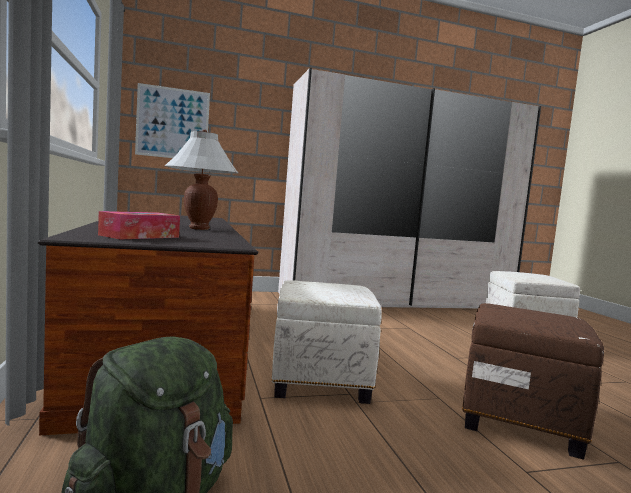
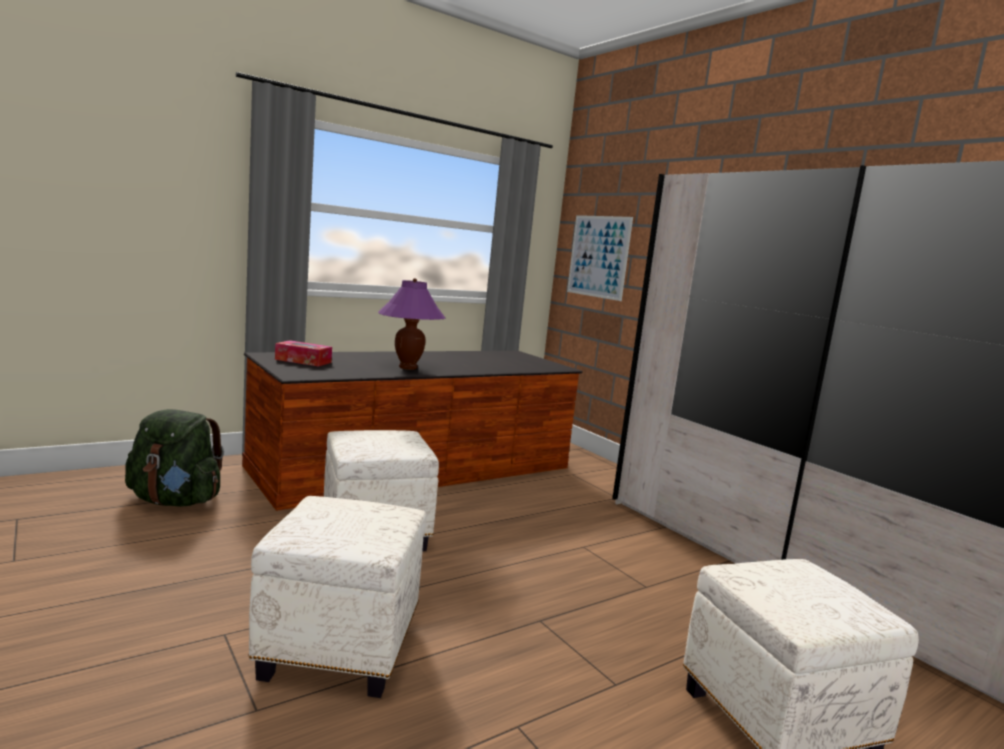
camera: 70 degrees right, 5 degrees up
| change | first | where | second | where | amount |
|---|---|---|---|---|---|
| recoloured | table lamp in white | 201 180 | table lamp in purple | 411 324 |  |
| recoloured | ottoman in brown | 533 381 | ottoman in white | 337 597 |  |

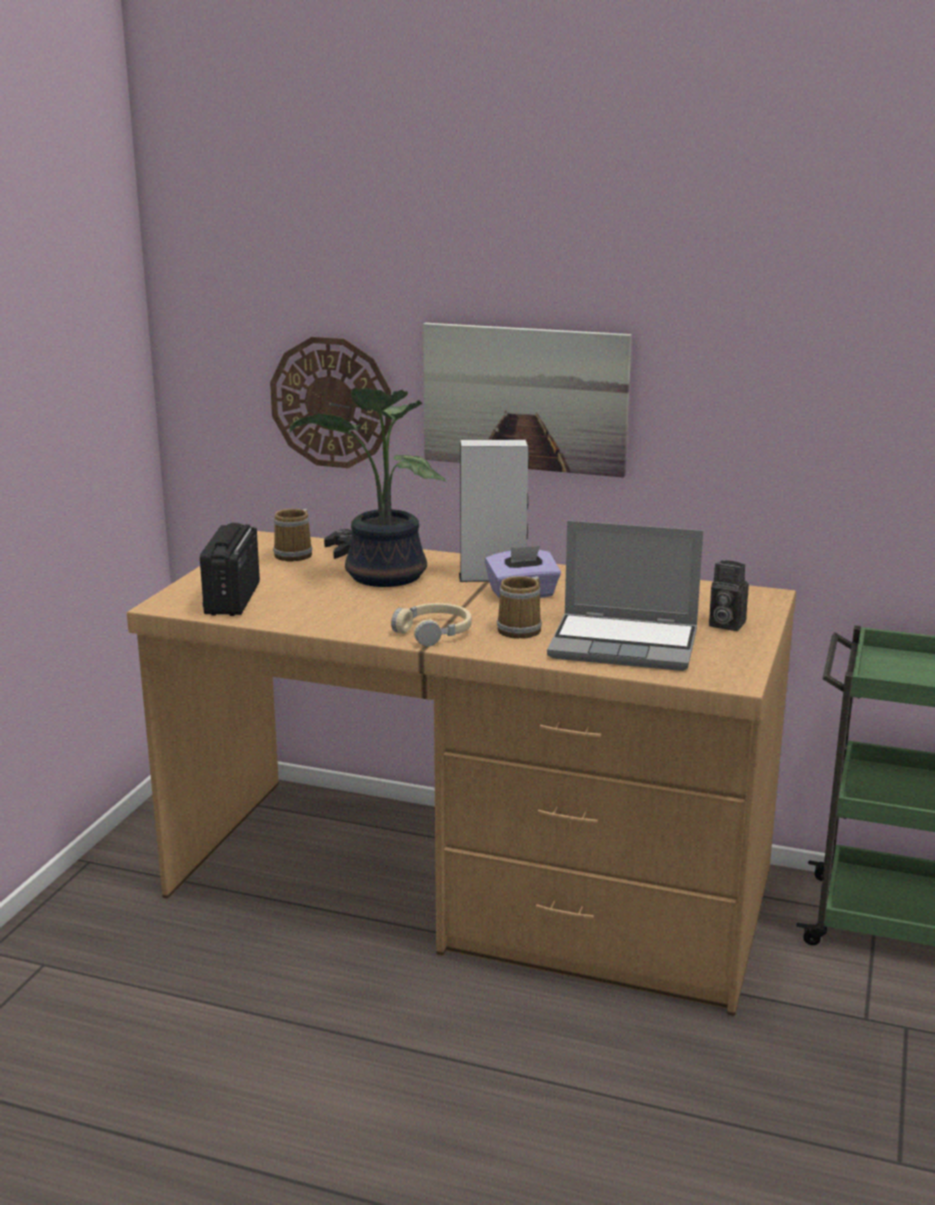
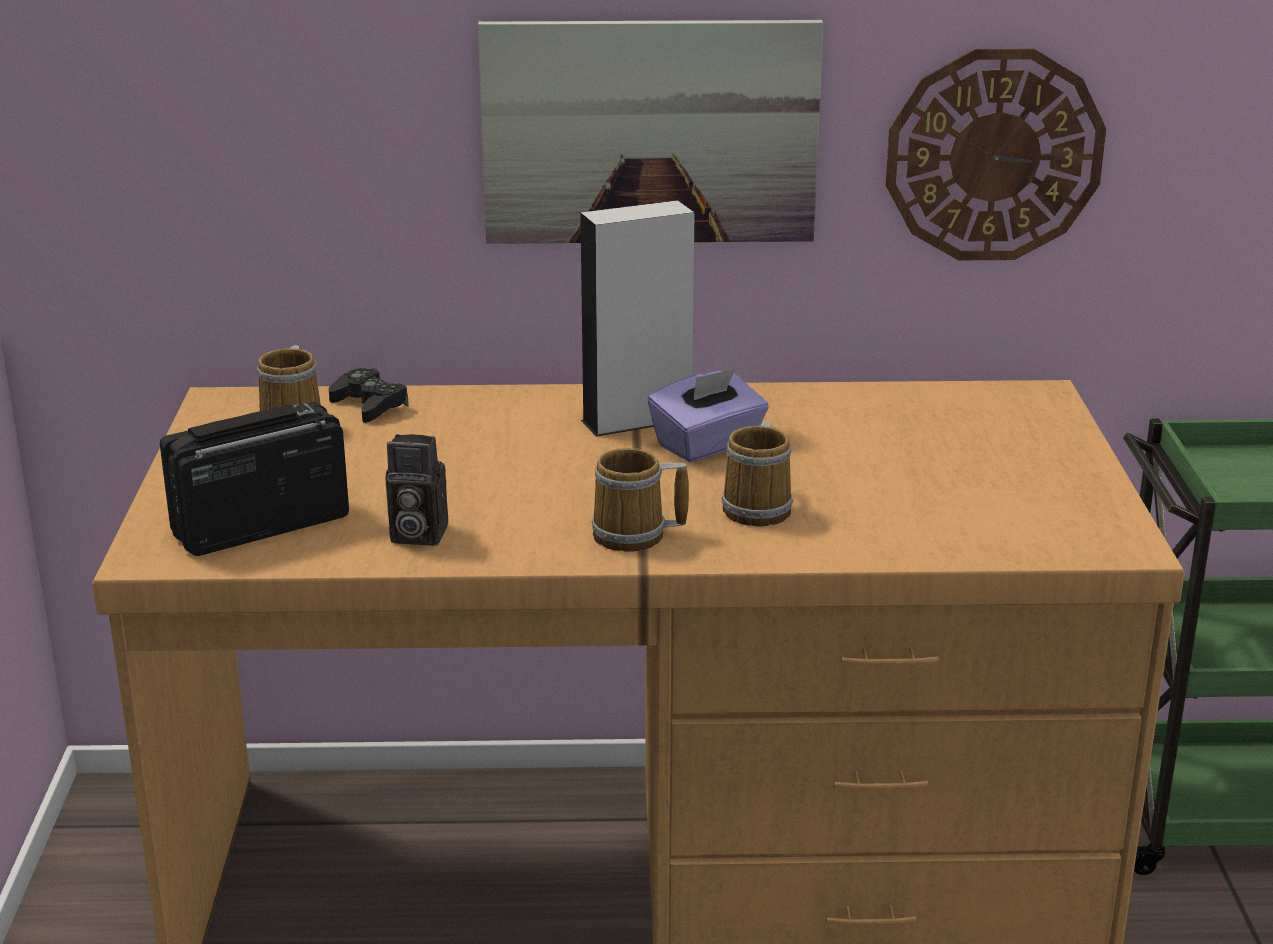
camera: 20 degrees left, 5 degrees up
| change | first | where | second | where | amount |
|---|---|---|---|---|---|
| turned | radio | 230 569 |  | 254 479 | 75 degrees clockwise |
| moved | wall clock | 331 402 |  | 996 154 |  |
| removed | potted plant | 367 487 |  |  |  |
| replaced | headphones in beige | 431 624 | mug | 640 500 |  |
| removed | laptop | 625 595 |  |  |  |
| moved | photo camera | 729 596 |  | 416 490 |  |

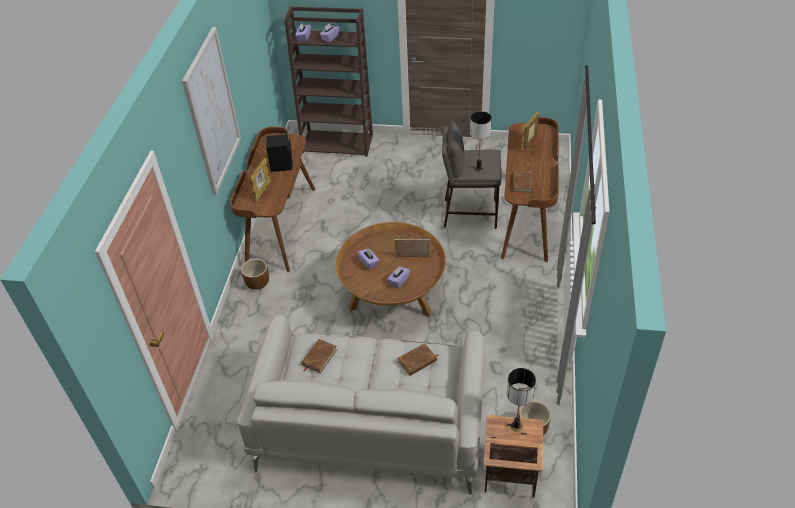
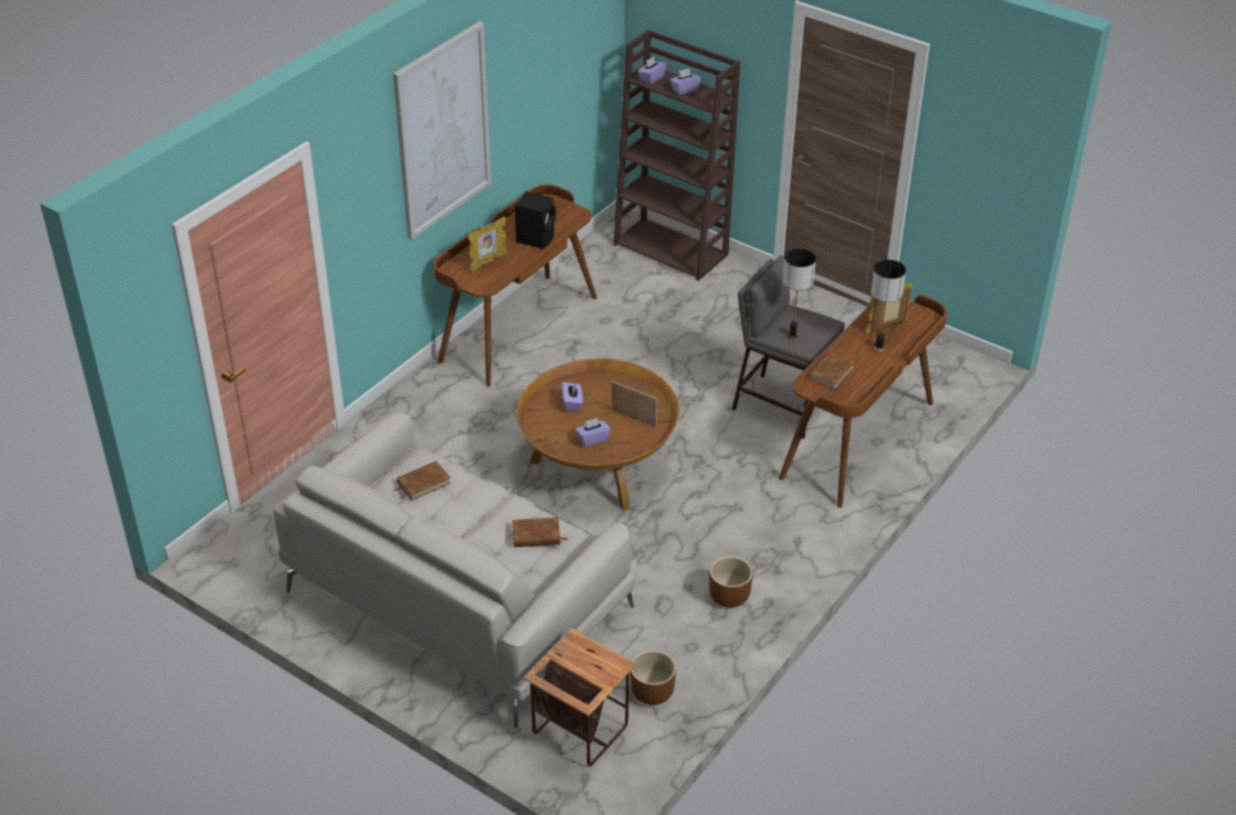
camera: 25 degrees right, 5 degrees down
| change | first | where | second | where | amount |
|---|---|---|---|---|---|
| moved | planter in brown | 255 274 |  | 731 582 |  |
| moved | table lamp | 521 400 |  | 888 306 |  |

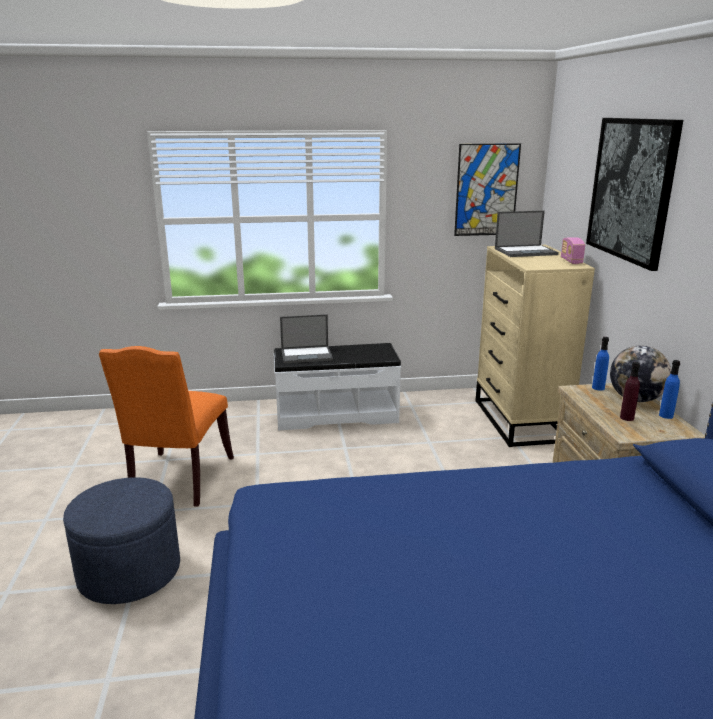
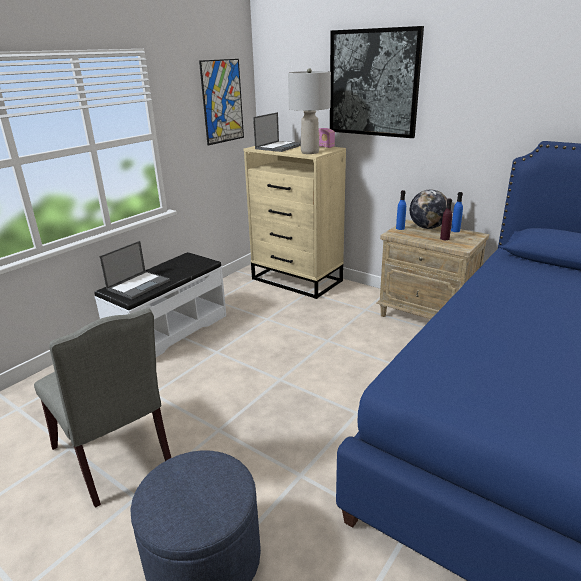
camera: 45 degrees left, 5 degrees up
| change | first | where | second | where | amount |
|---|---|---|---|---|---|
| recoloured | chair in orange | 166 426 | chair in grey | 102 408 |  |
| added |  |  | table lamp in grey | 309 111 |  |

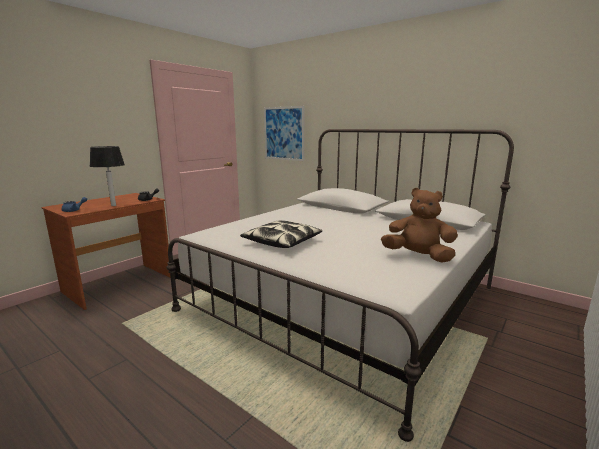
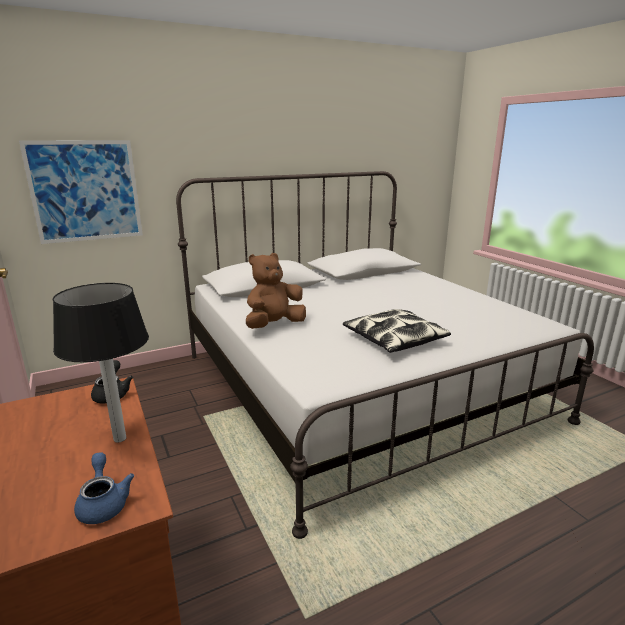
camera: 65 degrees left, 5 degrees up
| change | first | where | second | where | amount |
|---|---|---|---|---|---|
| moved | plush toy in brown | 419 225 |  | 276 291 |  |

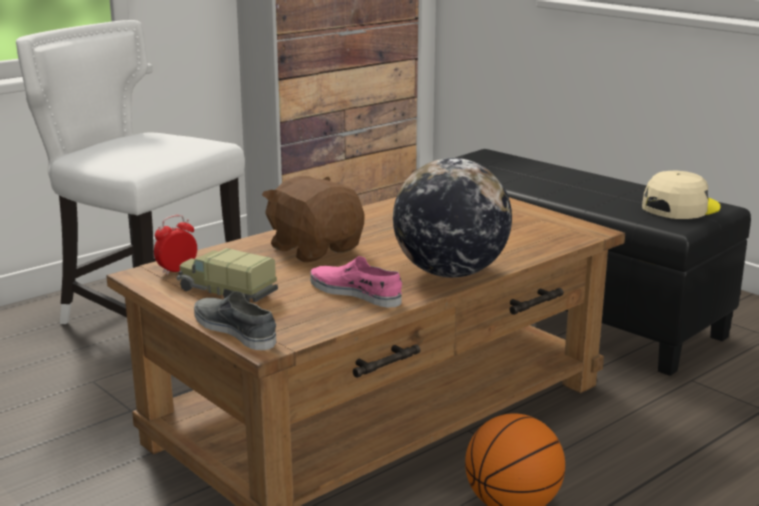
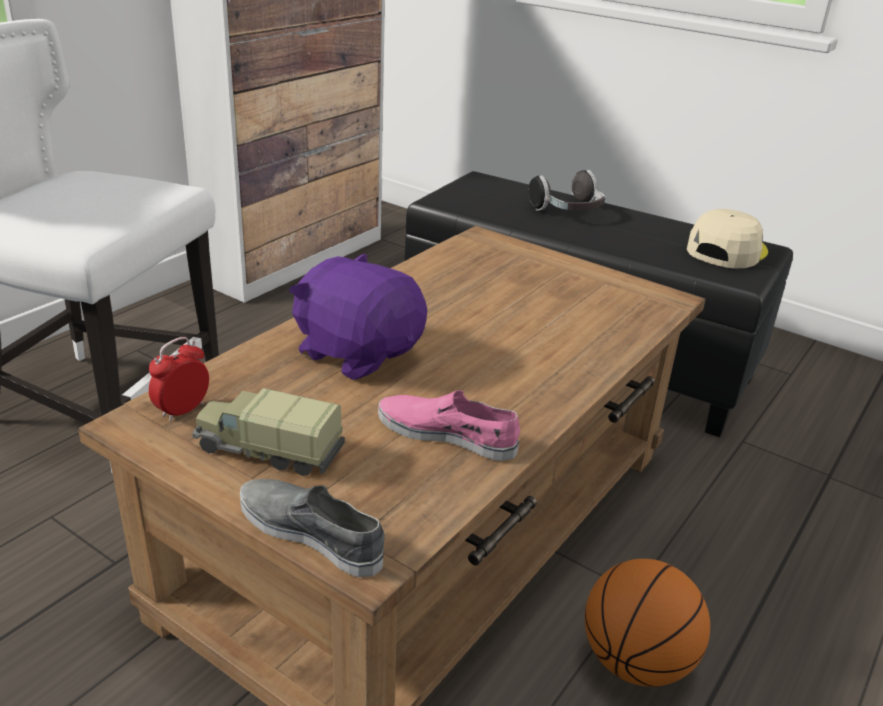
camera: 15 degrees left, 10 degrees up
| change | first | where | second | where | amount |
|---|---|---|---|---|---|
| recoloured | plush toy in brown | 313 219 | plush toy in purple | 358 316 |  |
| removed | globe | 452 218 |  |  |  |
| added |  |  | headphones | 567 190 |  |

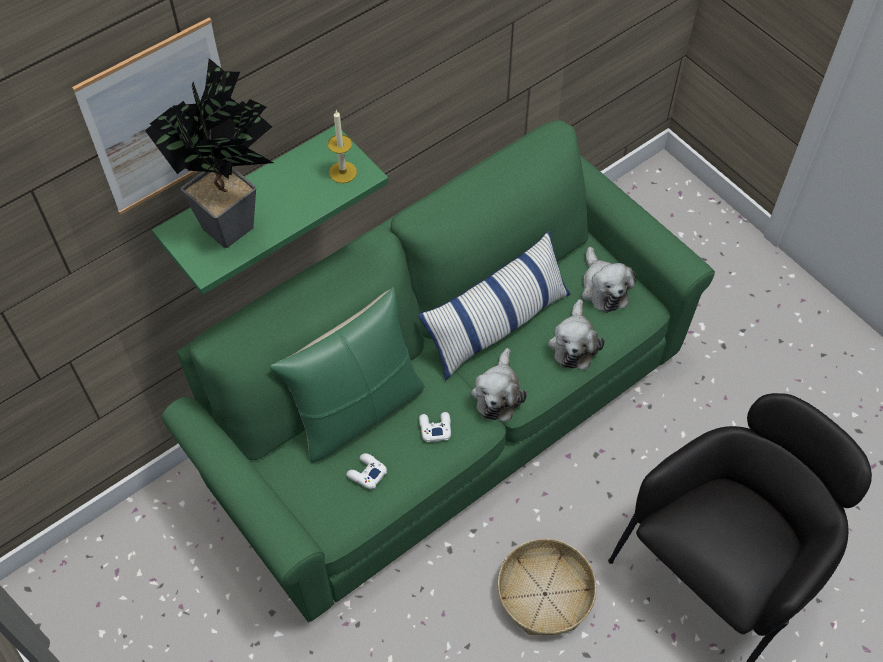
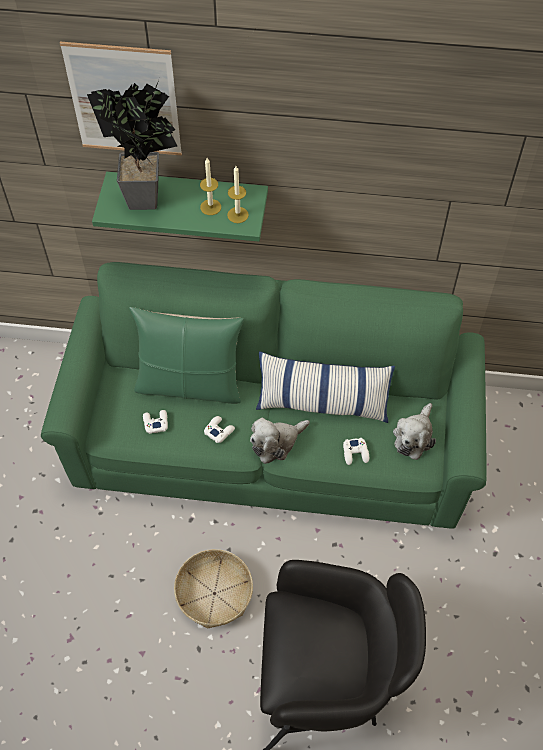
camera: 45 degrees right, 0 degrees up
| change | first | where | second | where | amount |
|---|---|---|---|---|---|
| replaced | plush toy | 576 334 | game controller in white | 356 451 |  |
| added |  |  | candle | 210 186 |  |

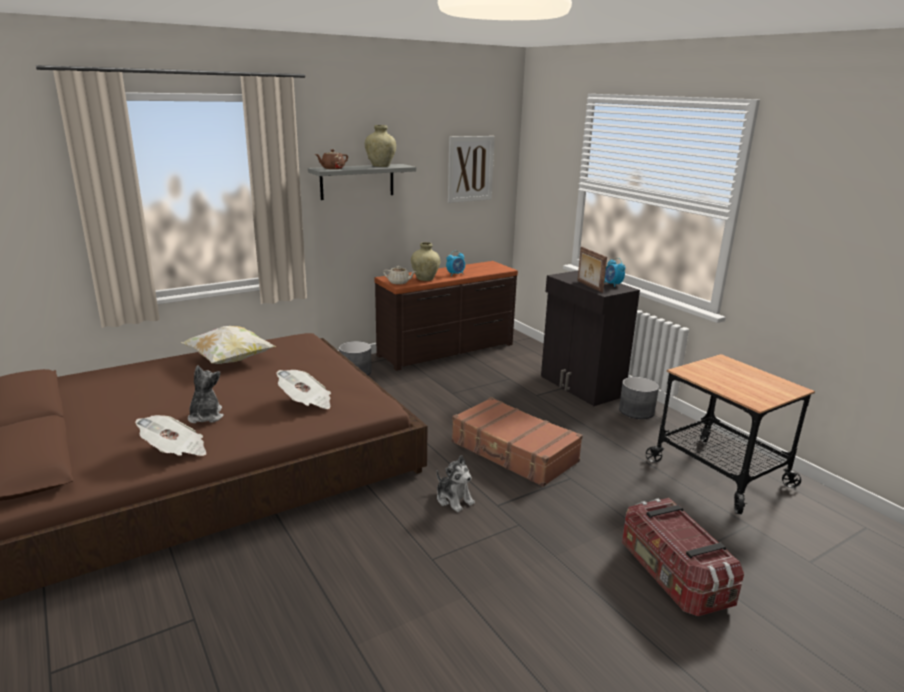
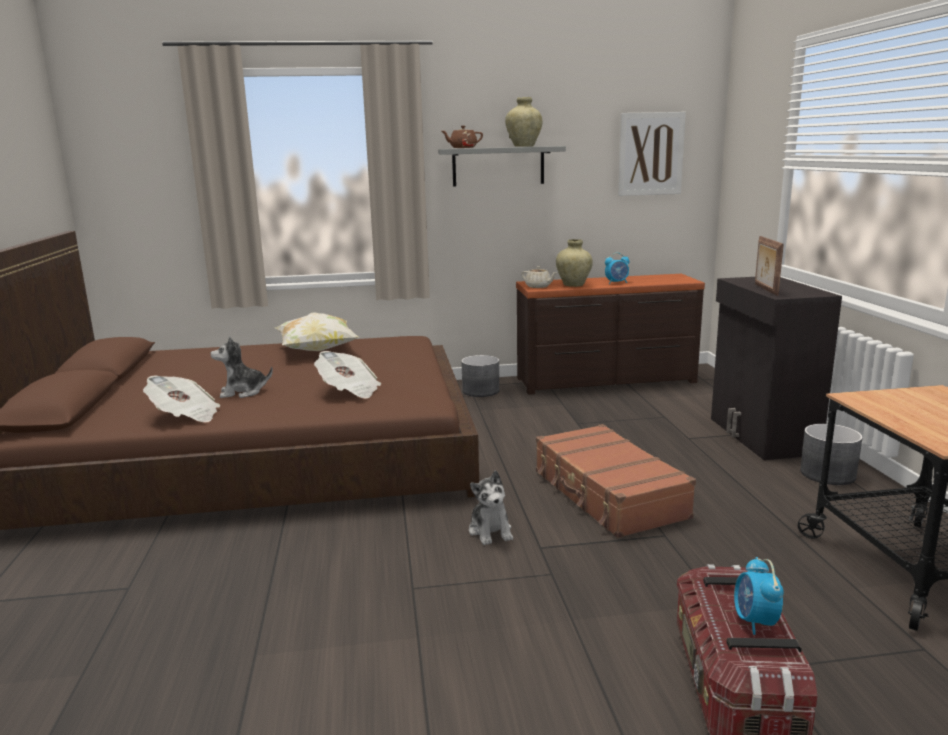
camera: 25 degrees right, 5 degrees down
| change | first | where | second | where | amount |
|---|---|---|---|---|---|
| turned | plush toy | 206 394 |  | 241 367 | 120 degrees counterclockwise |
| moved | alarm clock | 614 272 |  | 759 596 |  |

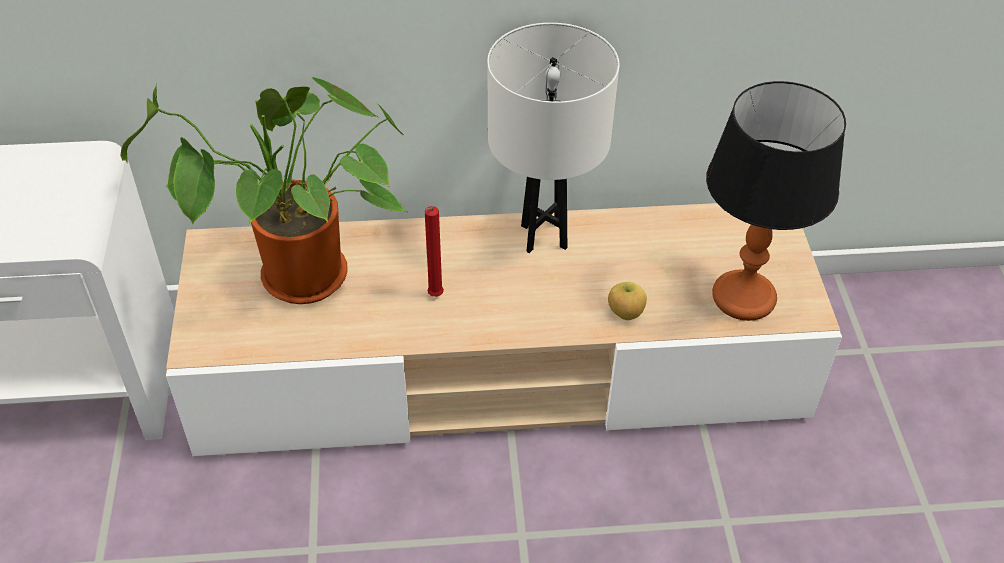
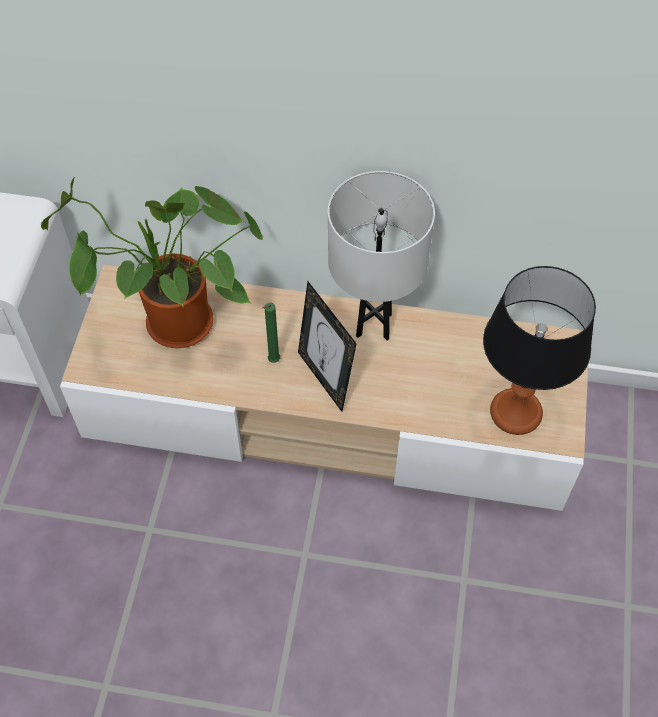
camera: 15 degrees right, 10 degrees up
| change | first | where | second | where | amount |
|---|---|---|---|---|---|
| recoloured | candle in red | 434 251 | candle in green | 271 333 |  |
| removed | apple | 627 301 |  |  |  |
| added |  |  | picture frame | 327 346 |  |

